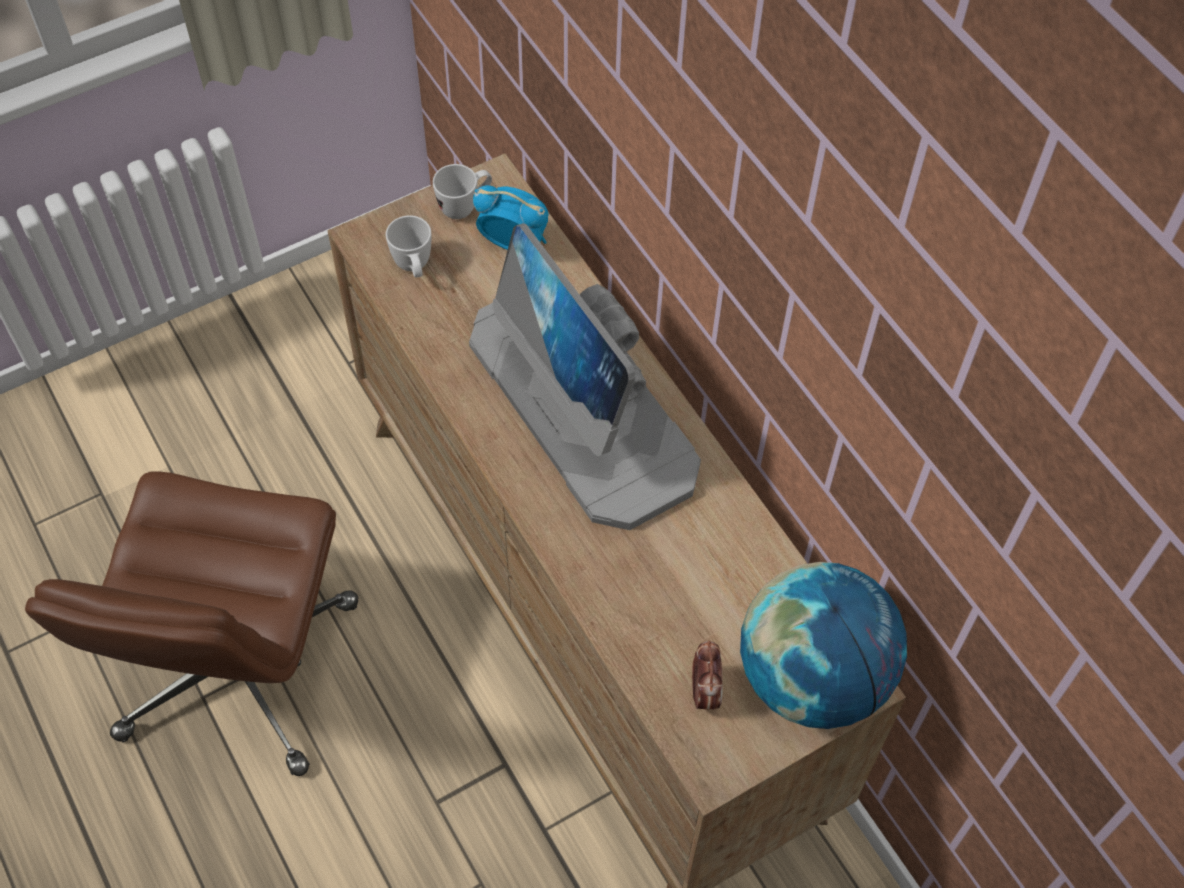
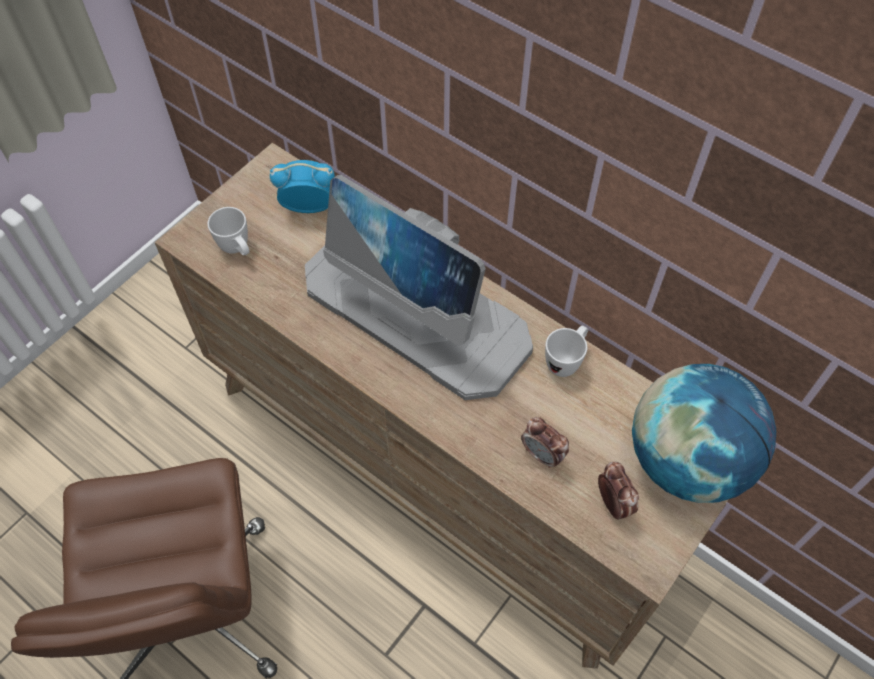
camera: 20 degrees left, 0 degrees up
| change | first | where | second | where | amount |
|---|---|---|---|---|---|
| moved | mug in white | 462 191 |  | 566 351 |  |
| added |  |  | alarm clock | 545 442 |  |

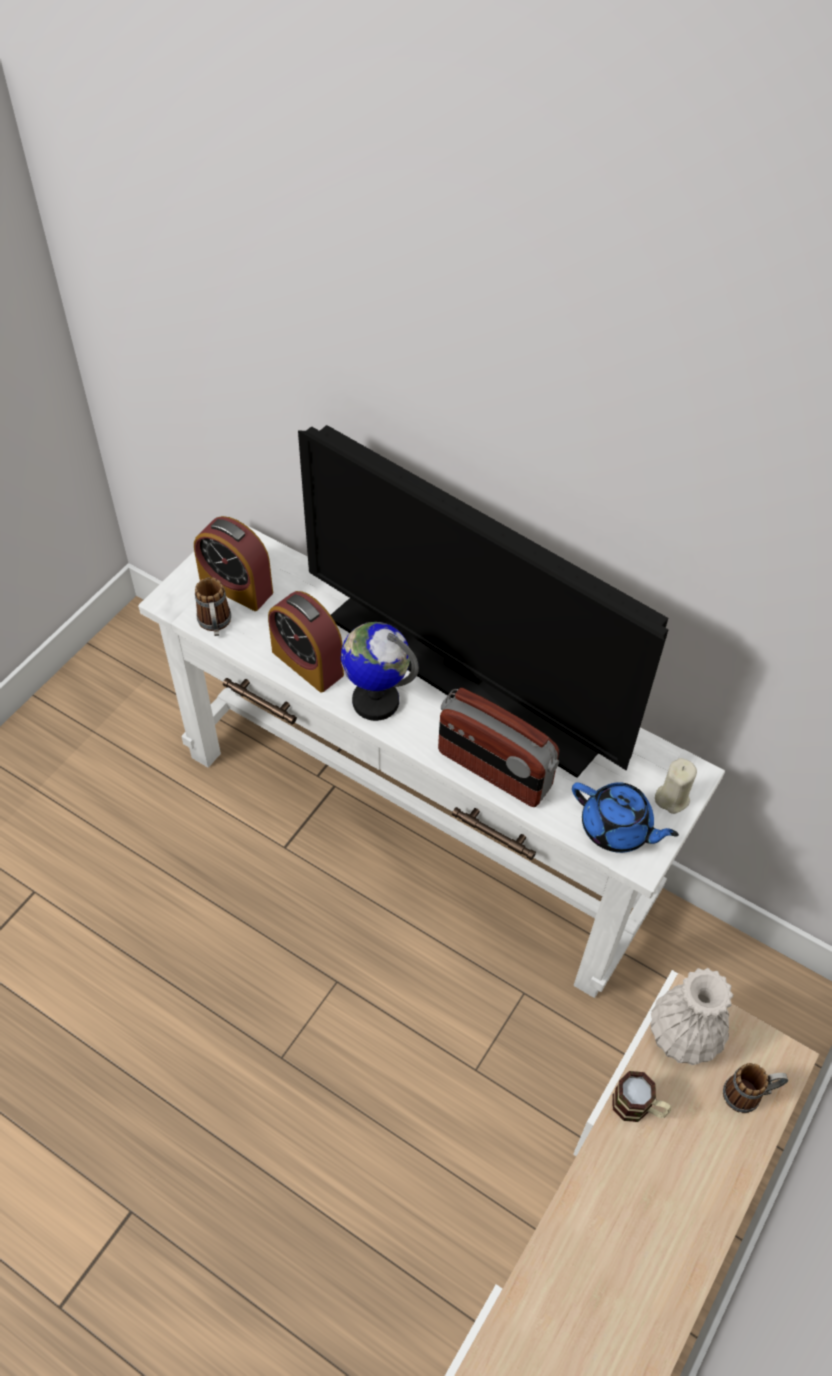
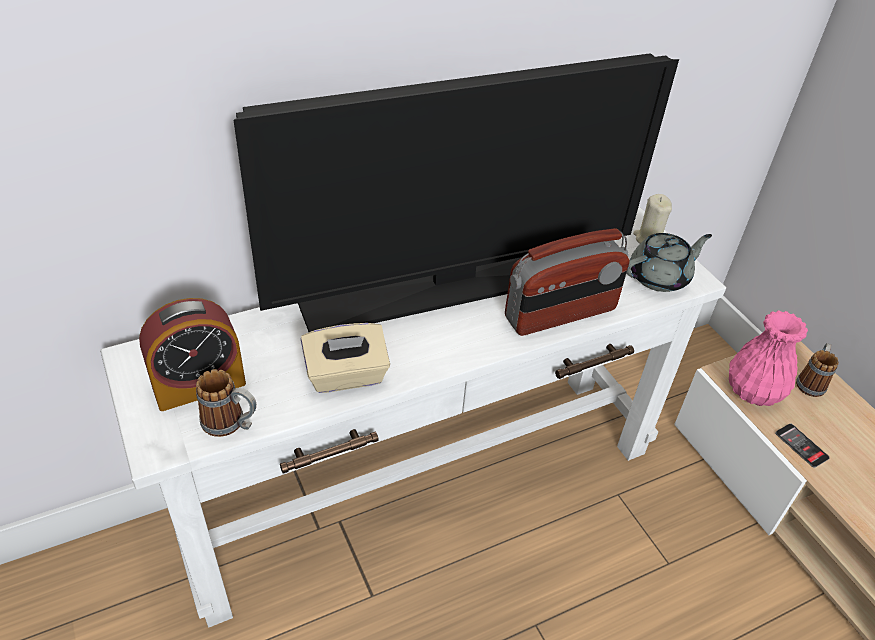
camera: 60 degrees left, 10 degrees down
| change | first | where | second | where | amount |
|---|---|---|---|---|---|
| replaced | alarm clock | 306 642 | tissue box in beige | 345 358 |  |
| removed | globe | 380 671 |  |  |  |
| recoloured | teapot in blue | 625 817 | teapot in grey | 669 262 |  |
| replaced | mug | 641 1096 | phone | 802 446 |  |
| recoloured | vase in white | 691 1016 | vase in pink | 768 358 |  |

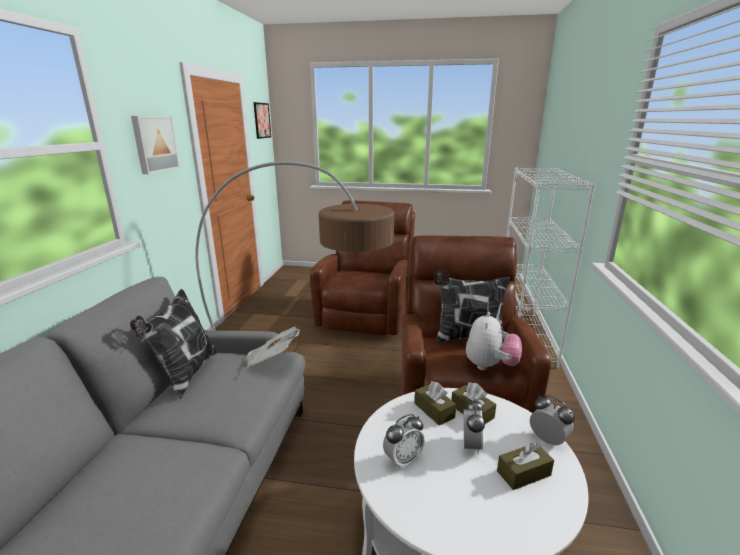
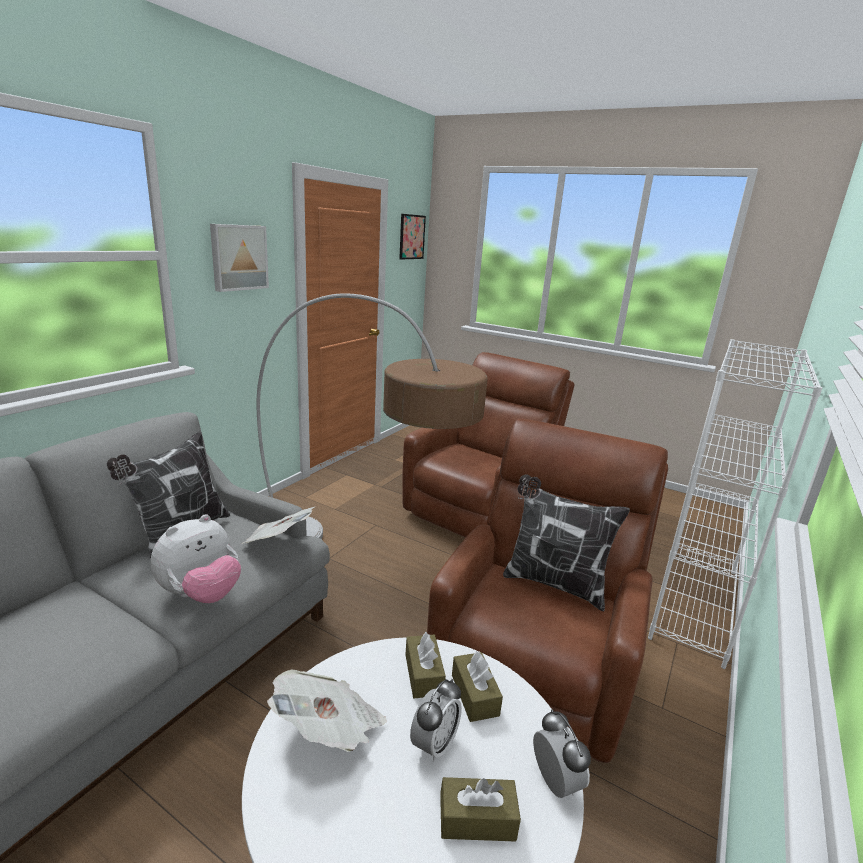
camera: 20 degrees right, 0 degrees up
| change | first | where | second | where | amount |
|---|---|---|---|---|---|
| replaced | alarm clock | 404 442 | newspaper | 327 710 |  |
| moved | plush toy | 494 341 |  | 196 558 |  |

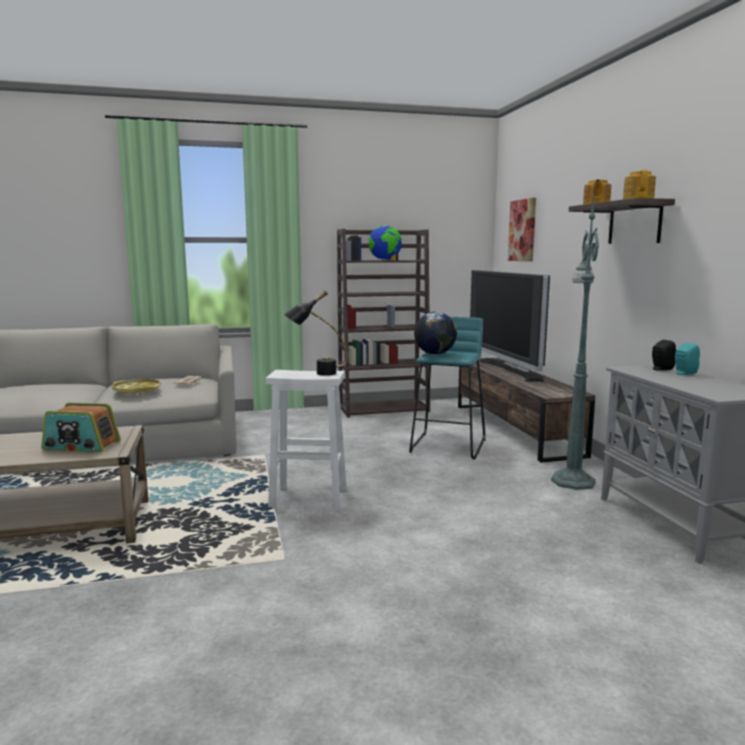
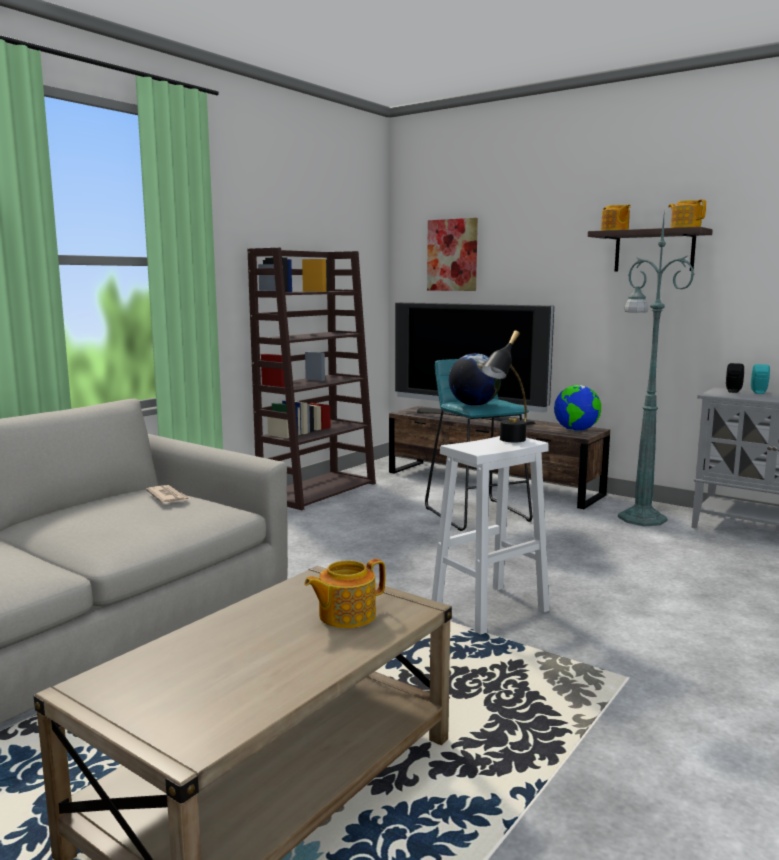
camera: 40 degrees left, 0 degrees up
| change | first | where | second | where | amount |
|---|---|---|---|---|---|
| replaced | radio | 81 427 | teapot | 344 593 |  |
| removed | tray in yellow | 136 386 |  |  |  |
| moved | globe | 385 242 |  | 577 408 |  |

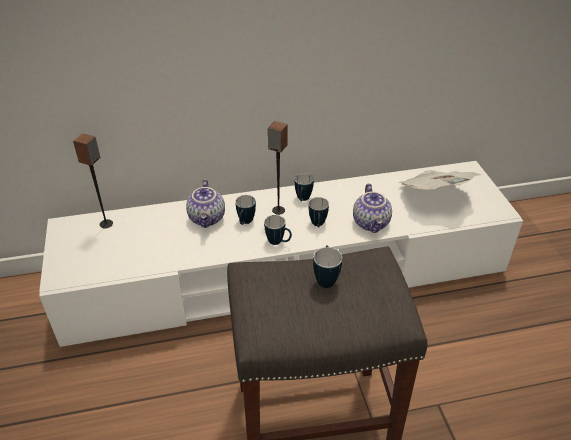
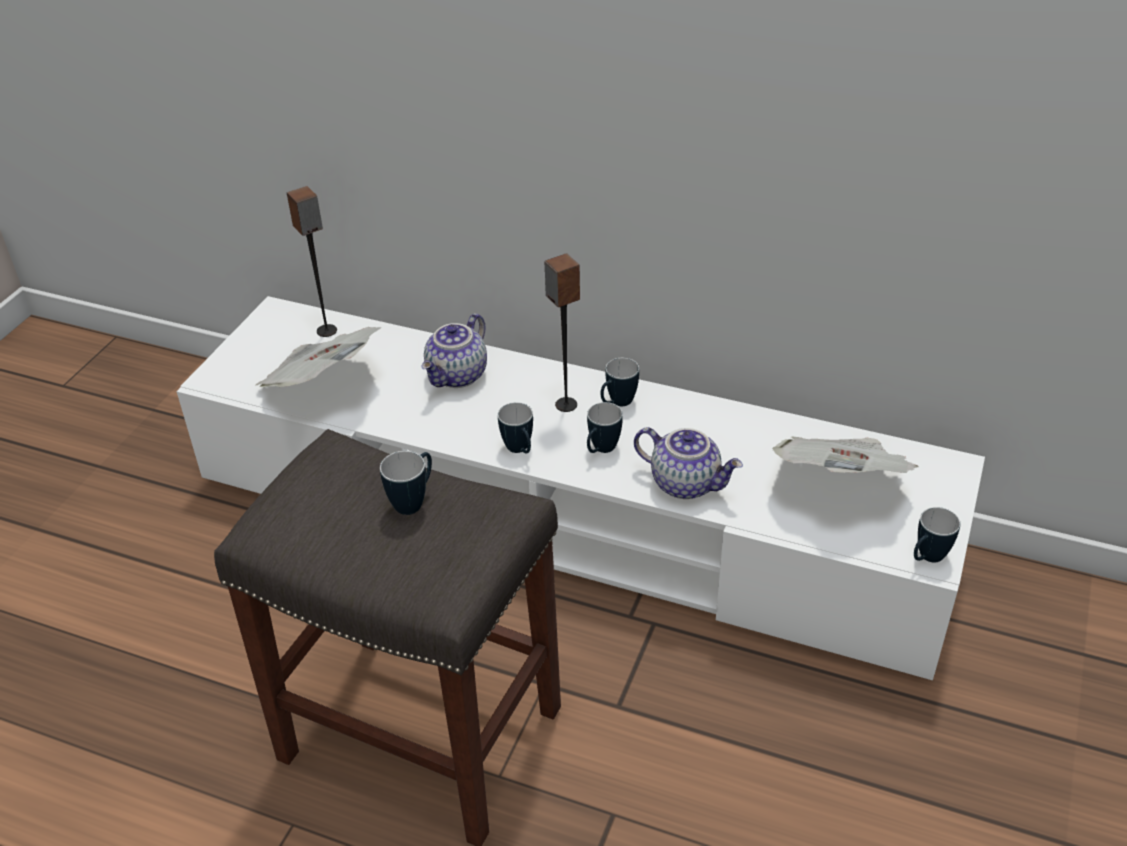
camera: 35 degrees right, 0 degrees up
| change | first | where | second | where | amount |
|---|---|---|---|---|---|
| moved | mug | 245 210 |  | 937 535 |  |
| turned | teapot | 372 208 |  | 688 463 | 90 degrees counterclockwise |
| added |  |  | newspaper | 318 357 |  |

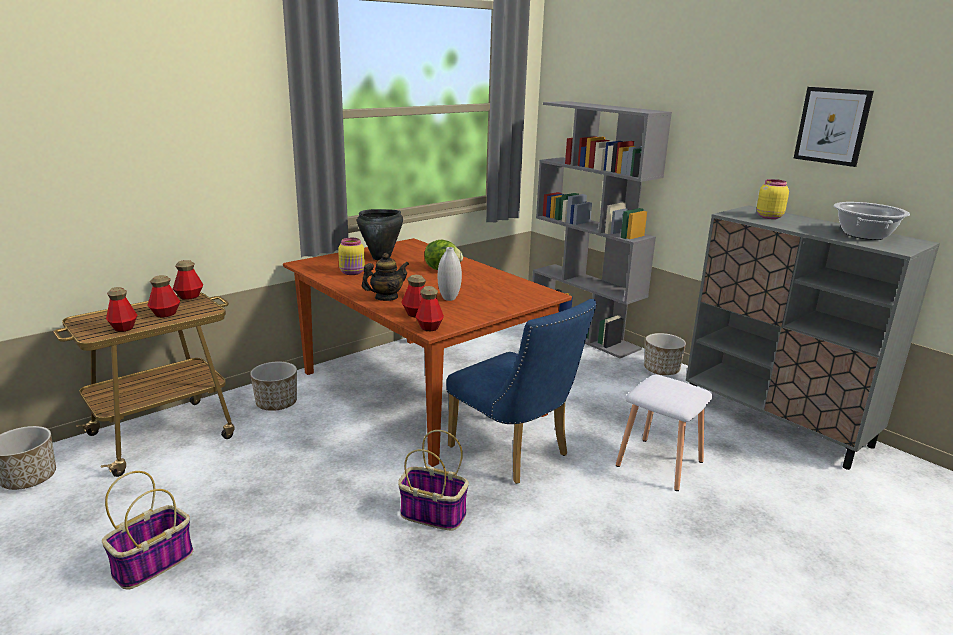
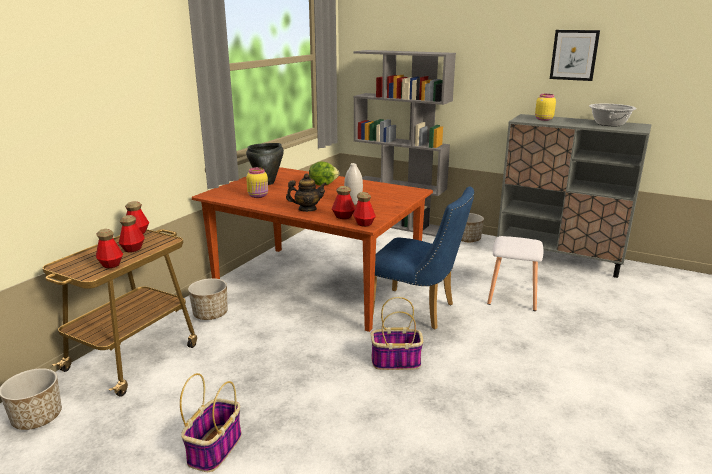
camera: 20 degrees left, 0 degrees up
| change | first | where | second | where | amount |
|---|---|---|---|---|---|
| turned | teapot | 385 277 |  | 306 192 | 45 degrees clockwise |

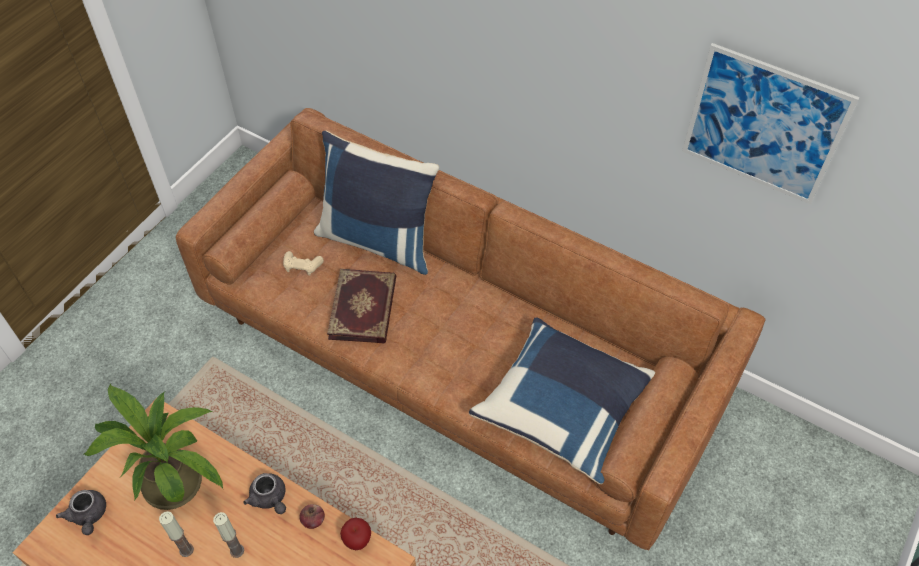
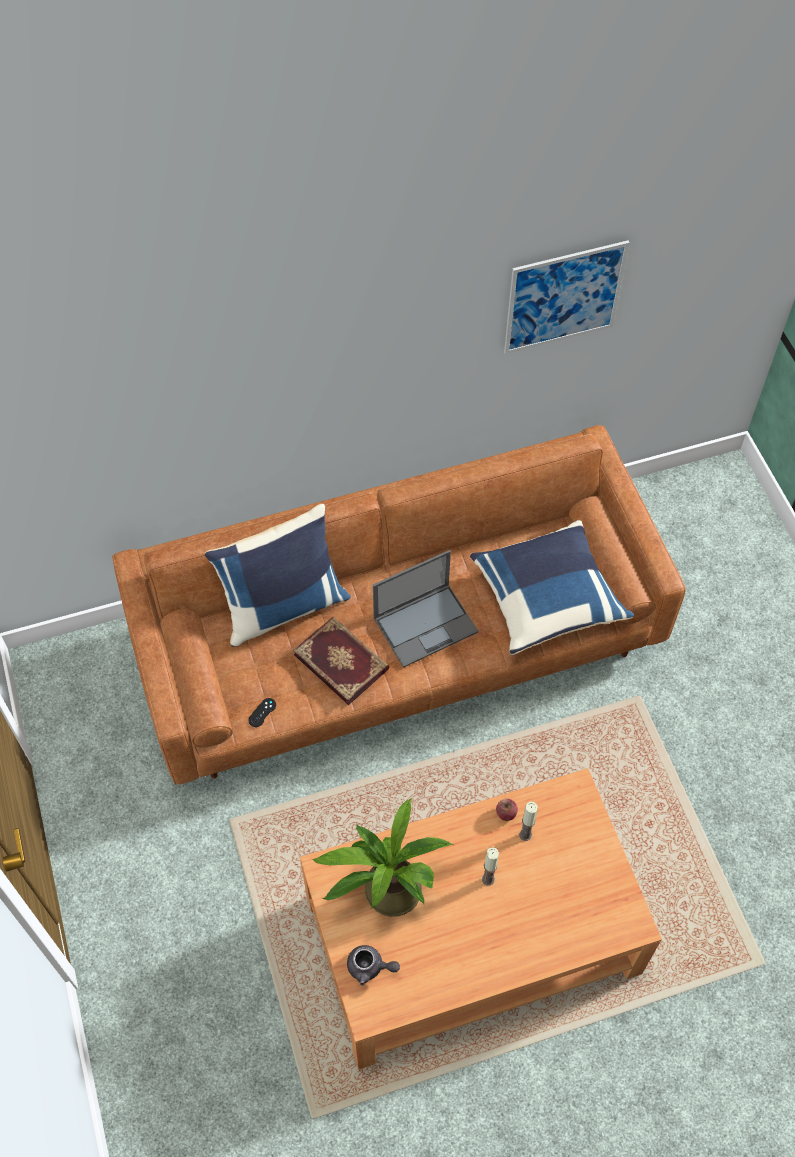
camera: 50 degrees left, 5 degrees up
| change | first | where | second | where | amount |
|---|---|---|---|---|---|
| moved | candle | 176 534 |  | 528 821 |  |
| removed | teapot in grey | 264 493 |  |  |  |
| removed | game controller in beige | 303 263 |  |  |  |
| removed | apple | 355 534 |  |  |  |
| added |  |  | game controller in black | 262 712 |  |
| added |  |  | laptop | 425 609 |  |

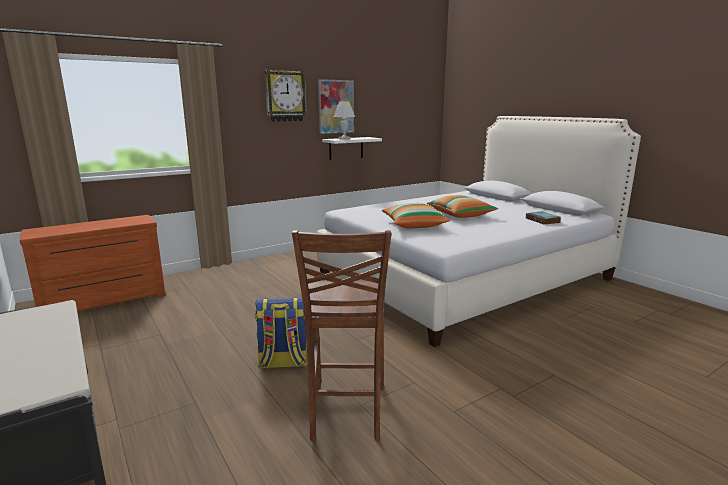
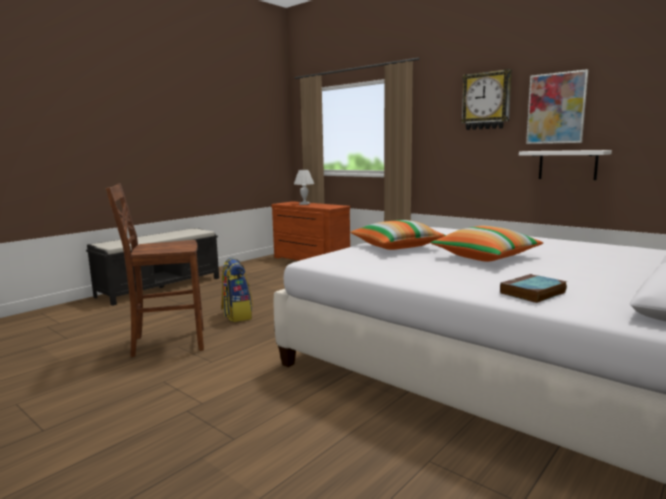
camera: 75 degrees right, 5 degrees down
| change | first | where | second | where | amount |
|---|---|---|---|---|---|
| moved | table lamp in white | 344 120 |  | 304 187 |  |

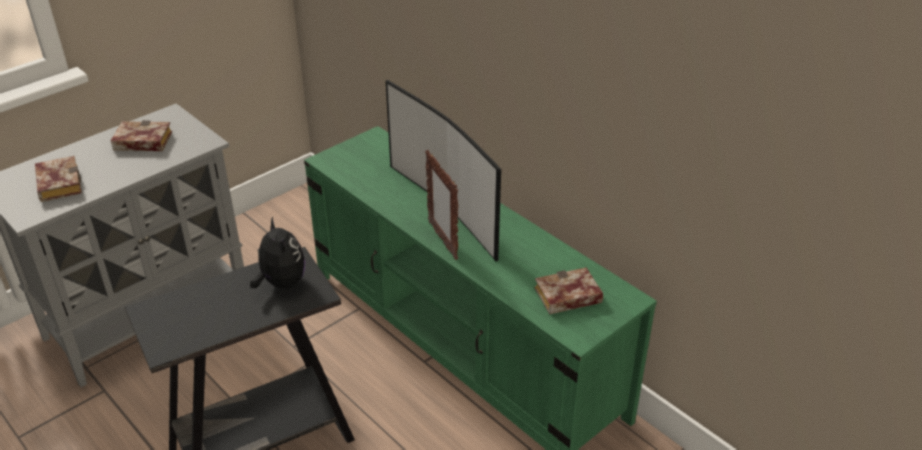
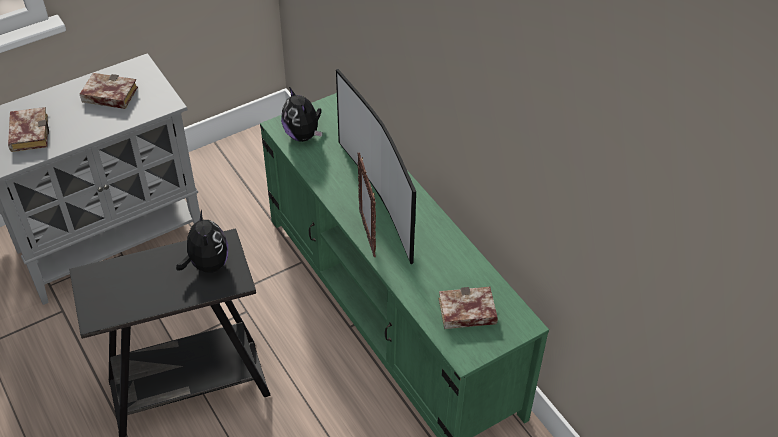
camera: 10 degrees right, 10 degrees up
| change | first | where | second | where | amount |
|---|---|---|---|---|---|
| added |  |  | plush toy | 301 114 |  |

